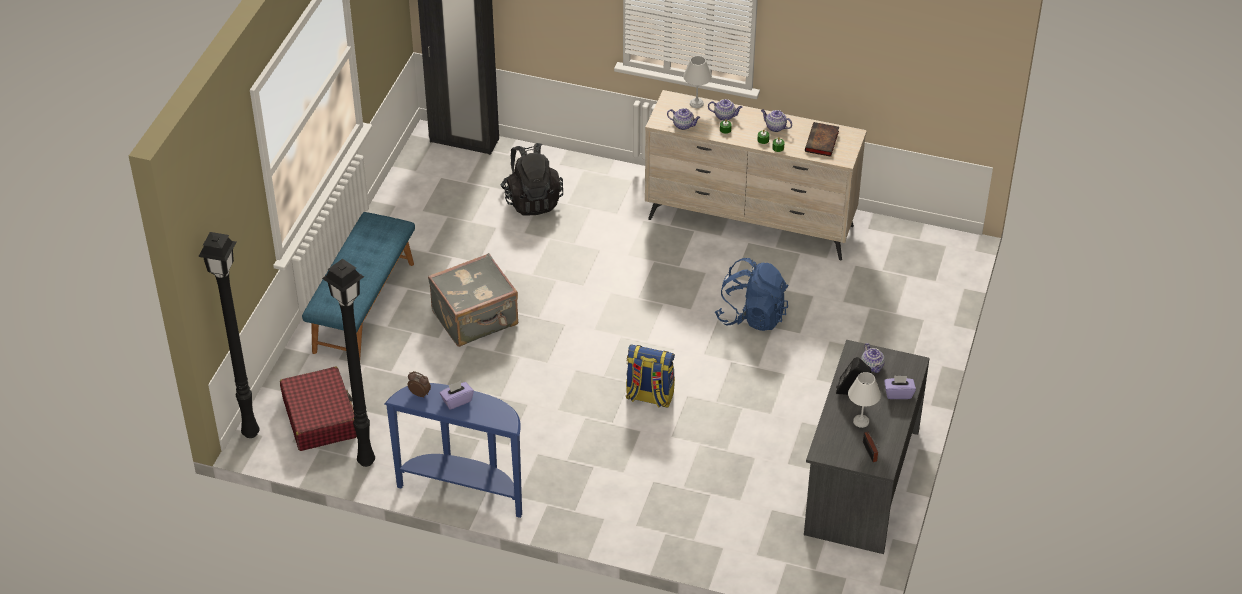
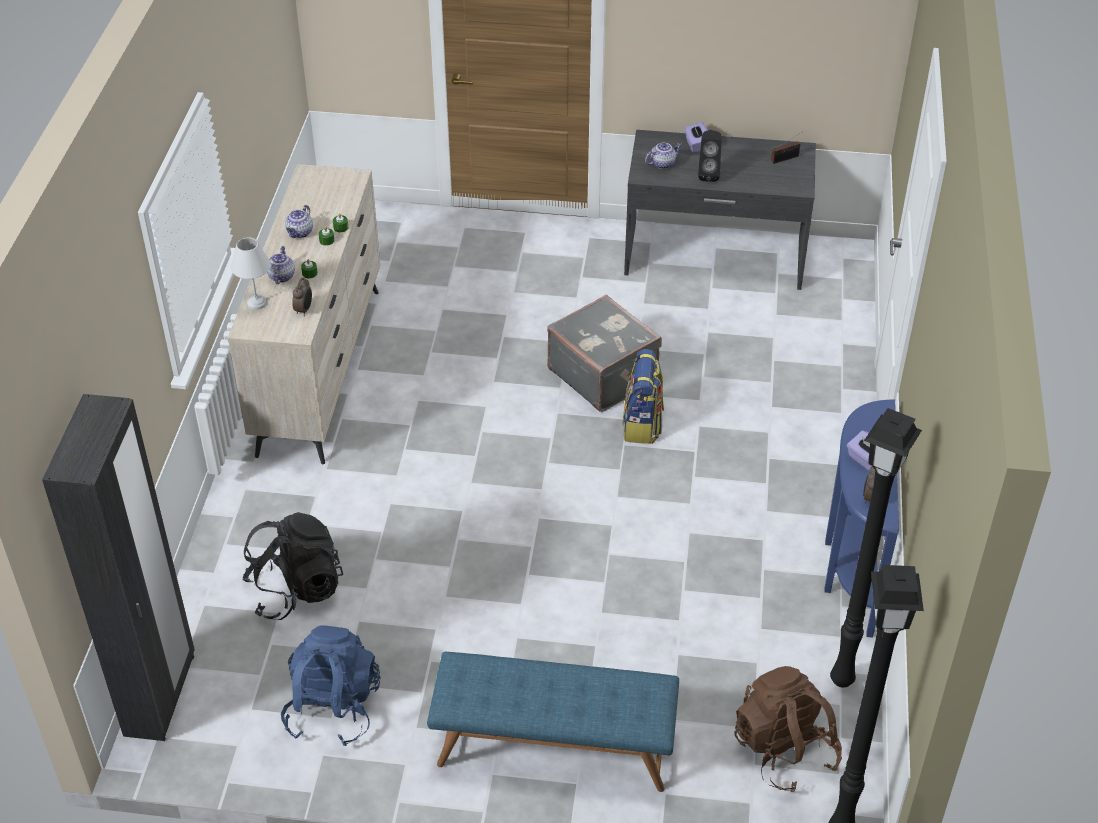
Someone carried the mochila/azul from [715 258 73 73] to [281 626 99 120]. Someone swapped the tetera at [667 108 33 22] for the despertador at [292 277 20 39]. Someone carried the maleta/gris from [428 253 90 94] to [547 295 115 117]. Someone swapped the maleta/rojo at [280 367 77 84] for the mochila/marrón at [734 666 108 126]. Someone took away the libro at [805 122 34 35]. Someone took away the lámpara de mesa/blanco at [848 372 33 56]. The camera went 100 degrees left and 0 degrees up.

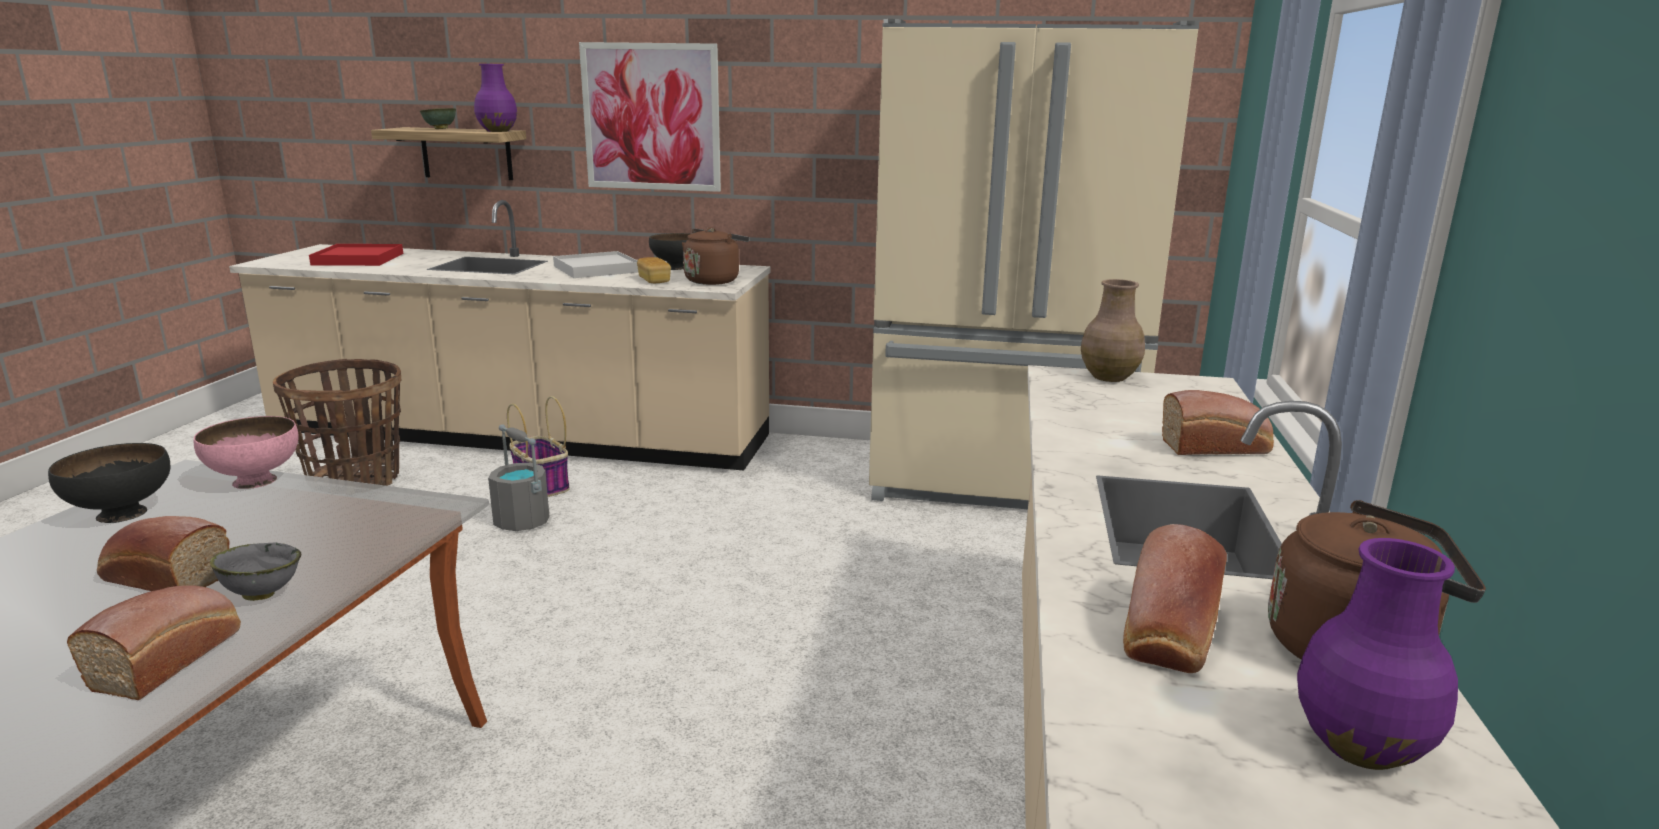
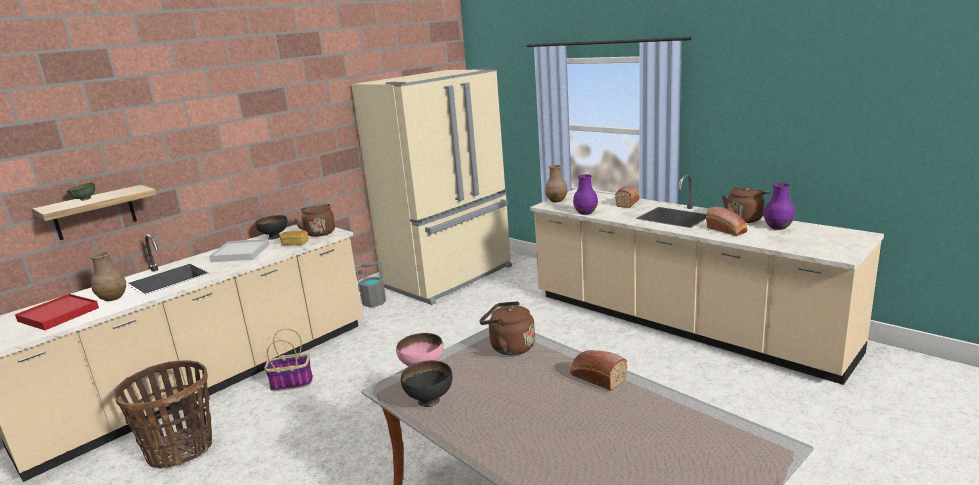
Someone put down the florero/marrón at [90 252 36 49]. Someone carried the cubo/gris from [488 424 62 107] to [355 261 31 46]. Someone put down the hervidor/marrón at [479 301 56 54]. Someone carried the florero/morado from [474 64 43 68] to [573 174 25 41]. Someone took away the pan at [97 516 132 75]. Someone took away the cuenco/gris at [210 542 92 59]. Someone took away the cuadro at [579 42 142 150]. The camera went 55 degrees left and 0 degrees up.

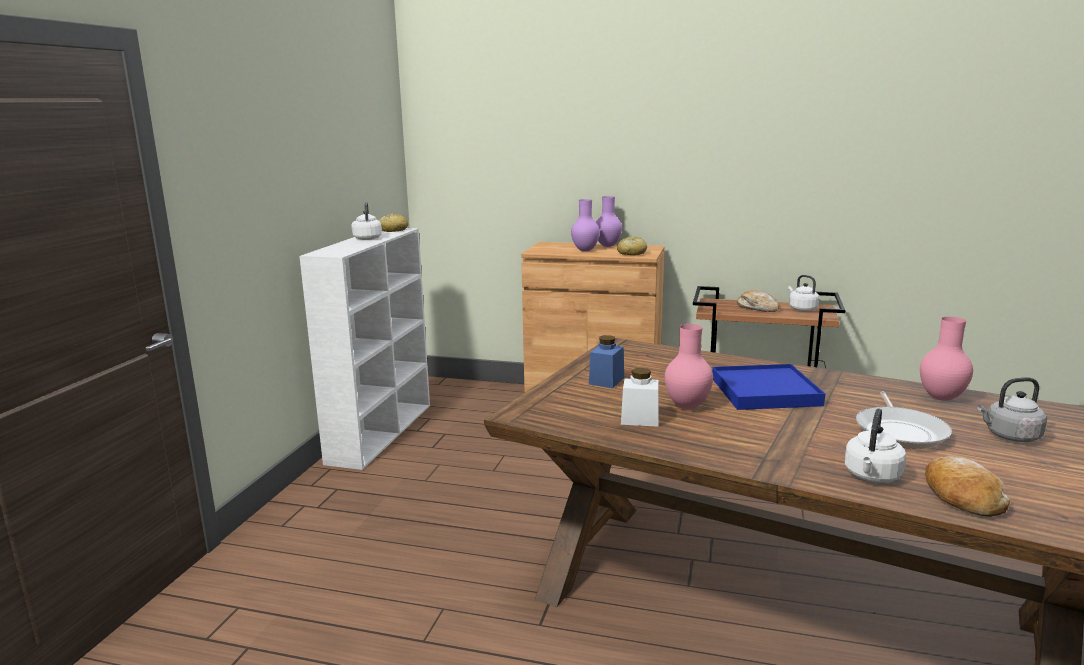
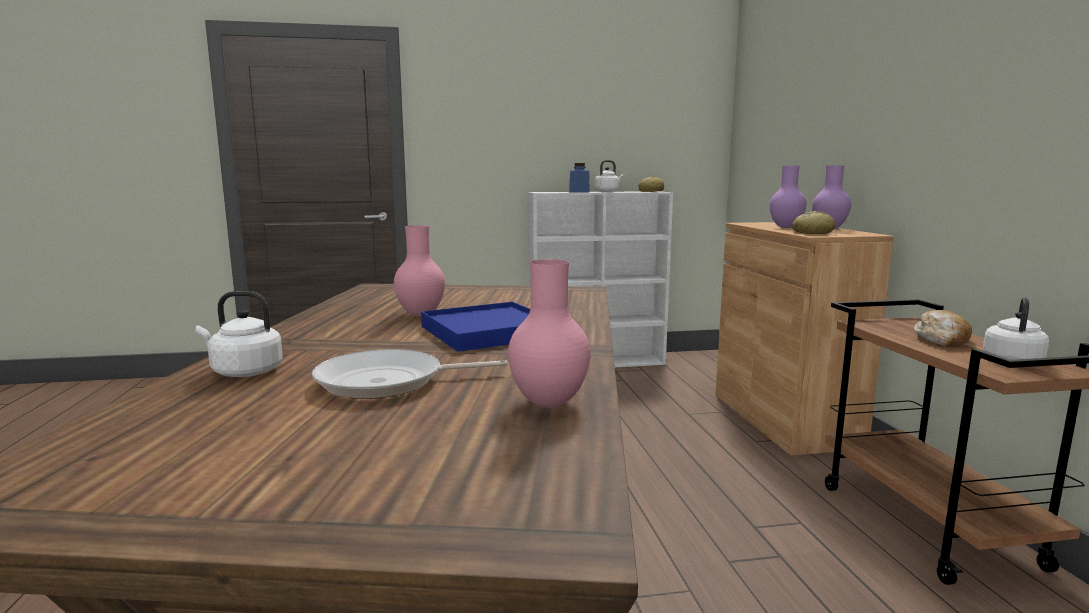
Someone carried the tarro/azul from [589 335 35 53] to [569 163 21 29]. Someone took away the tarro/blanco at [621 368 38 59]. Someone took away the pan at [925 456 85 61]. Someone took away the hervidor/gris at [977 377 70 65]. The camera went 65 degrees right and 5 degrees down.

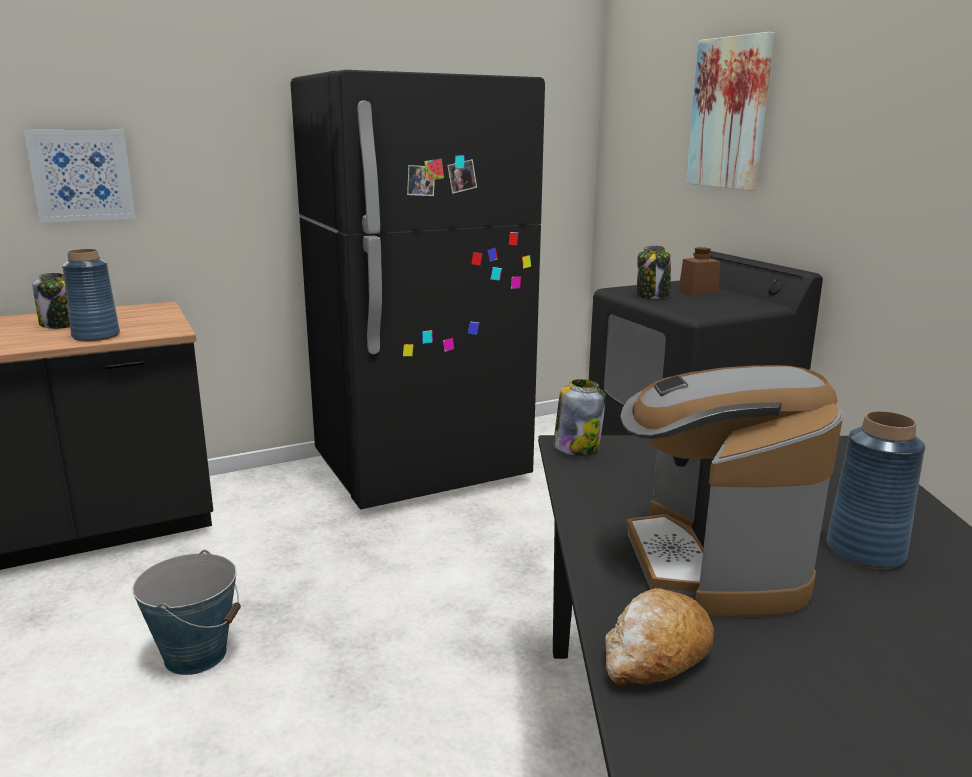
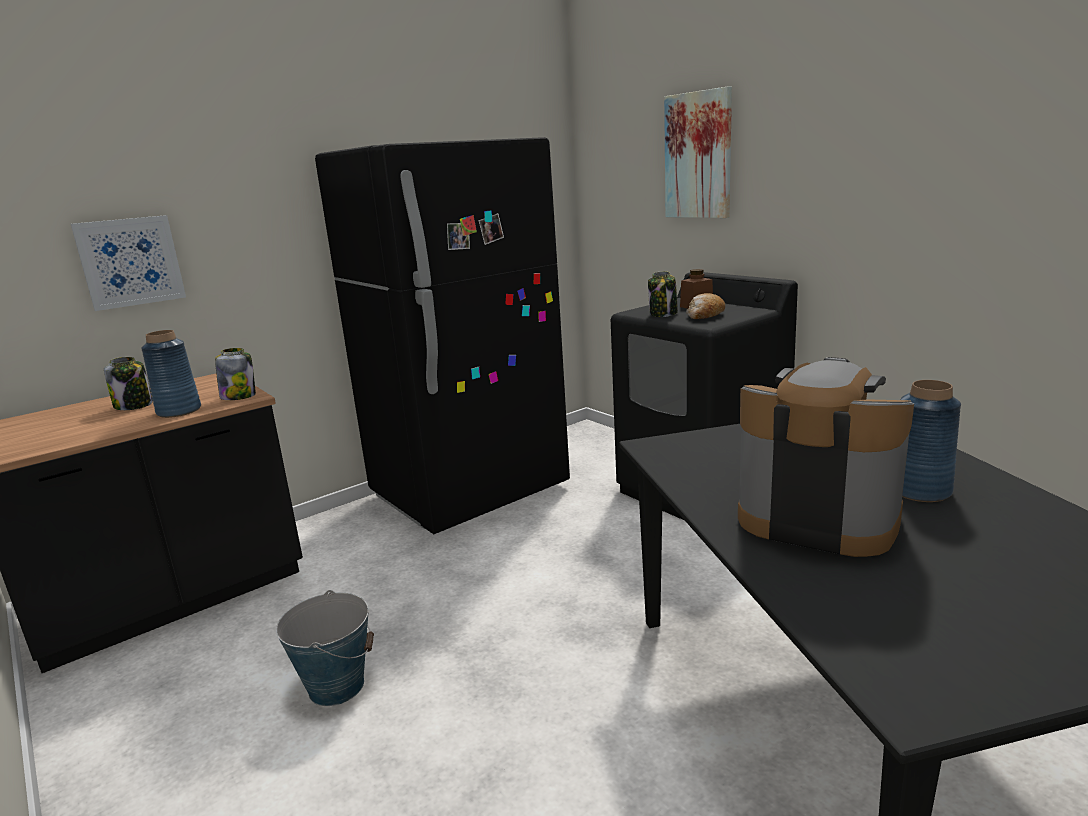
Someone carried the tarro from [553 379 53 77] to [215 348 41 52]. Someone carried the pan from [605 588 109 97] to [686 293 39 26]. Someone rotated the cafetera at [620 365 224 252] by 135 degrees clockwise. The camera went 10 degrees left and 0 degrees up.

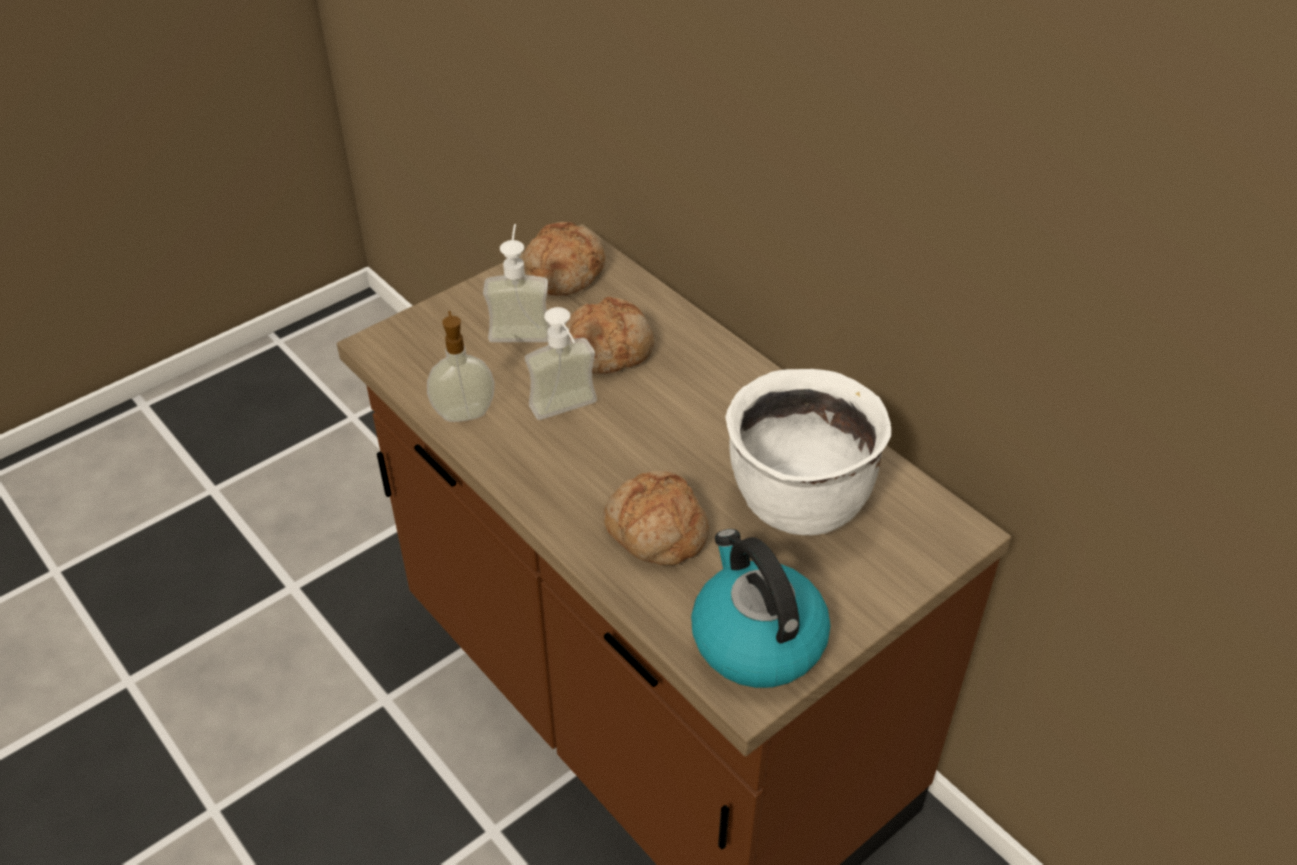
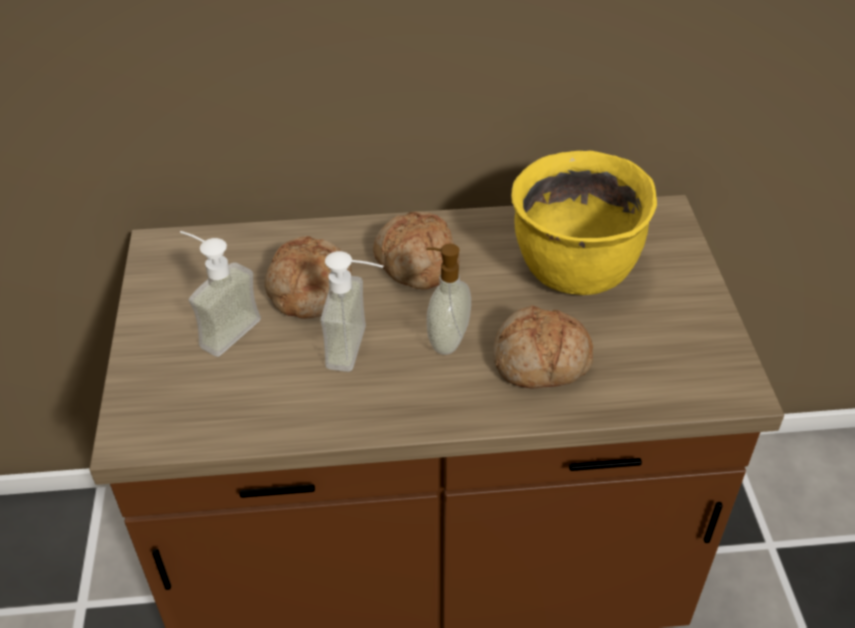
Someone carried the pan from [523 222 83 74] to [373 211 87 79]. Someone carried the dispensador de jabón from [427 311 68 111] to [426 244 45 111]. Someone repainted the olla/blanco at [725 369 166 167], which became the olla/amarillo at [511 150 146 145]. Someone took away the hervidor at [691 529 139 159]. The camera went 55 degrees left and 0 degrees up.

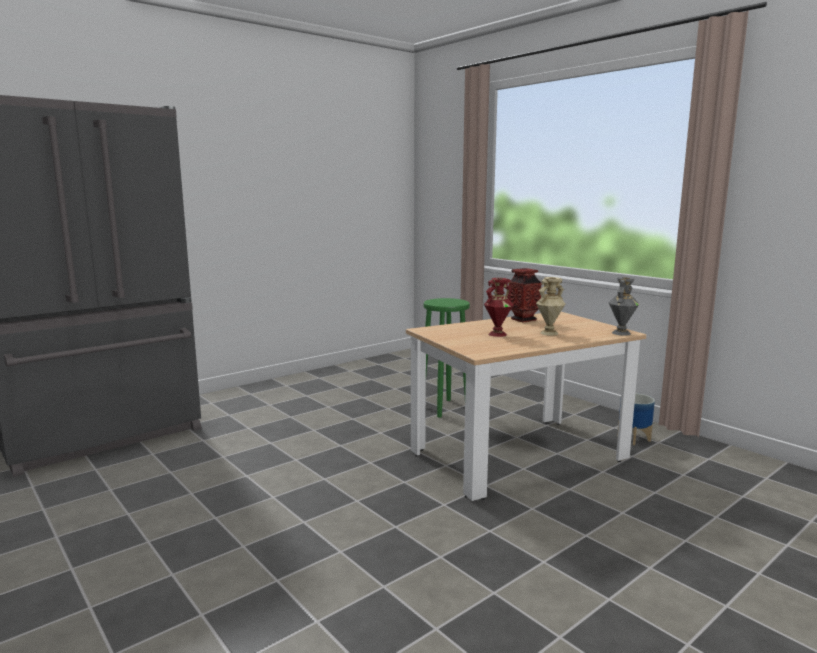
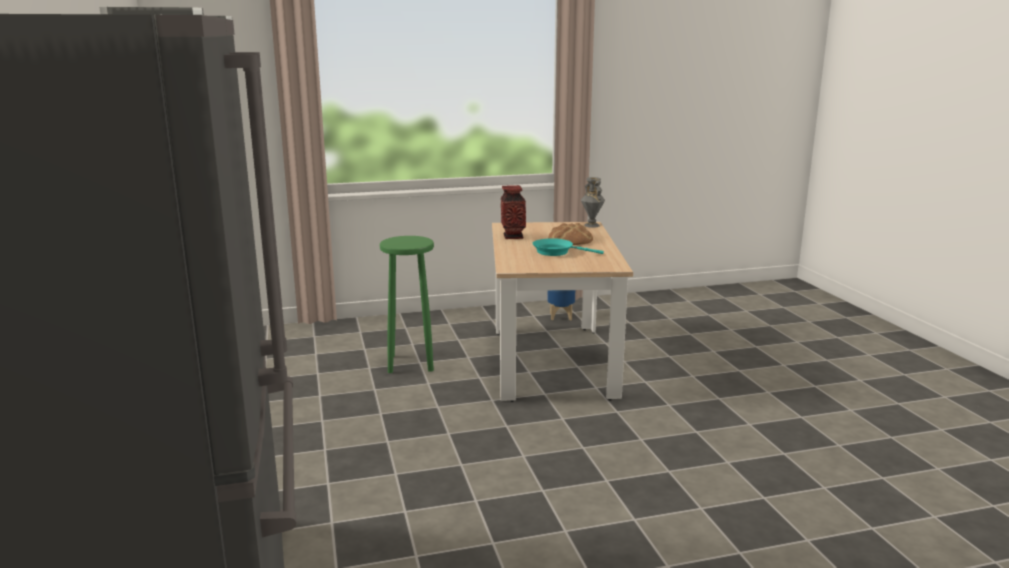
Someone swapped the florero/rojo at [484 278 29 59] for the sartén/turquesa at [533 238 71 18]. Someone swapped the florero/beis at [536 277 29 58] for the pan at [548 223 45 22]. The camera went 65 degrees left and 5 degrees up.

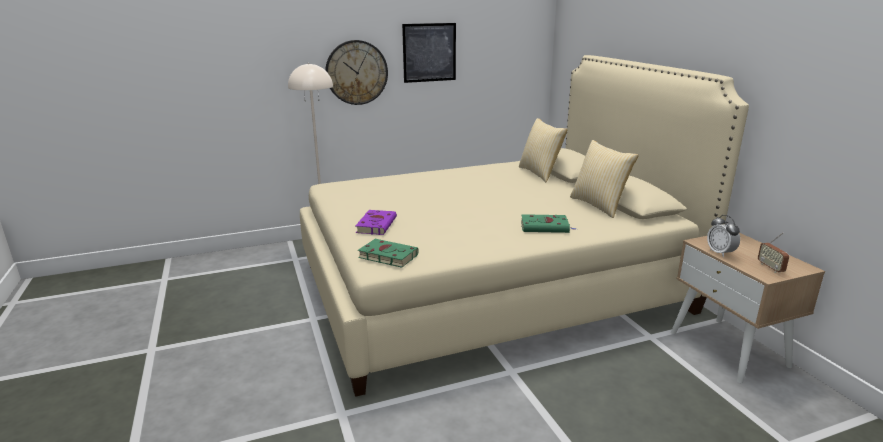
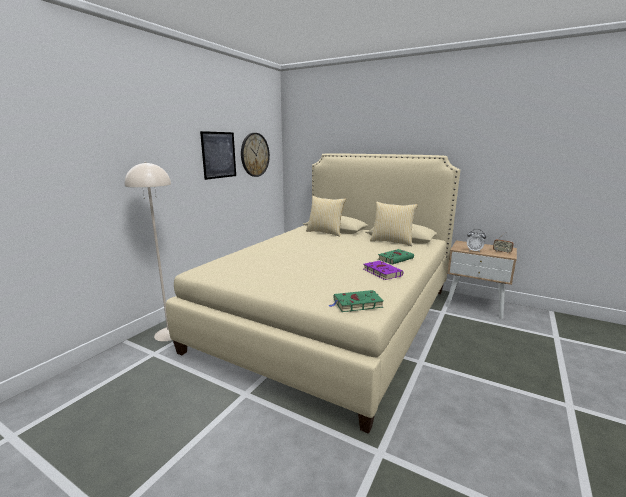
Someone carried the reloj de pared from [325 40 63 65] to [241 133 29 44]. Someone carried the libro/morado from [356 210 41 25] to [364 261 39 19]. The camera went 40 degrees left and 5 degrees down.

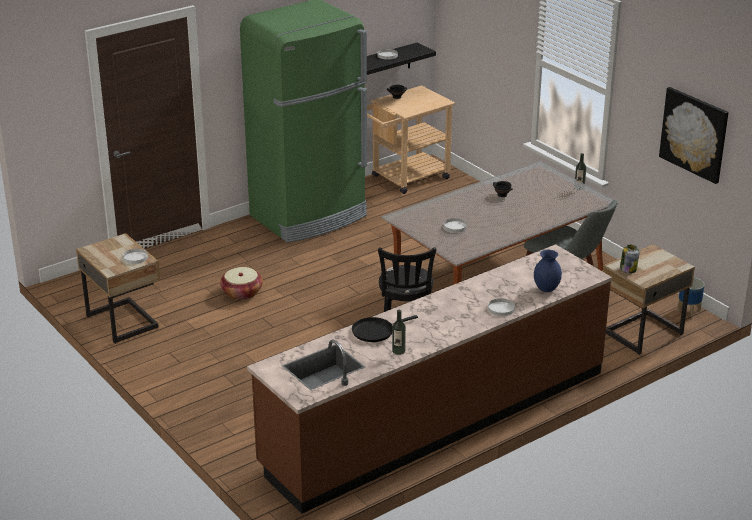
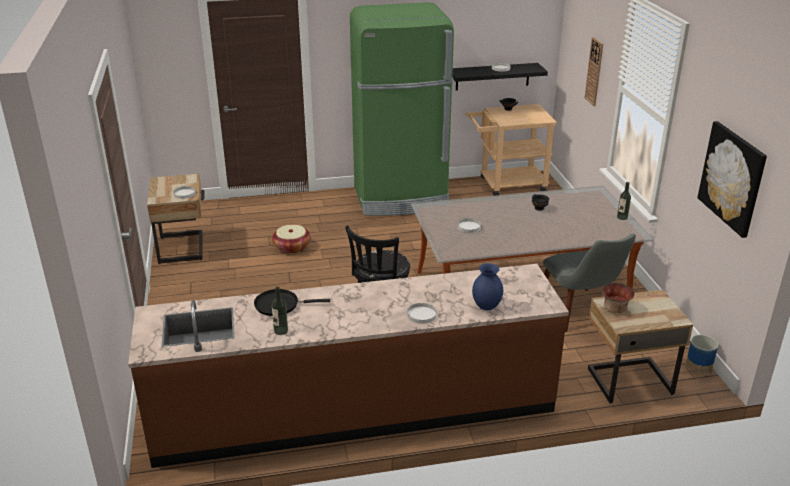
Someone put up the reloj de pared at [585 37 18 69]. Someone swapped the tarro at [620 245 20 28] for the cuenco at [602 283 33 30]. The camera went 25 degrees right and 0 degrees up.

